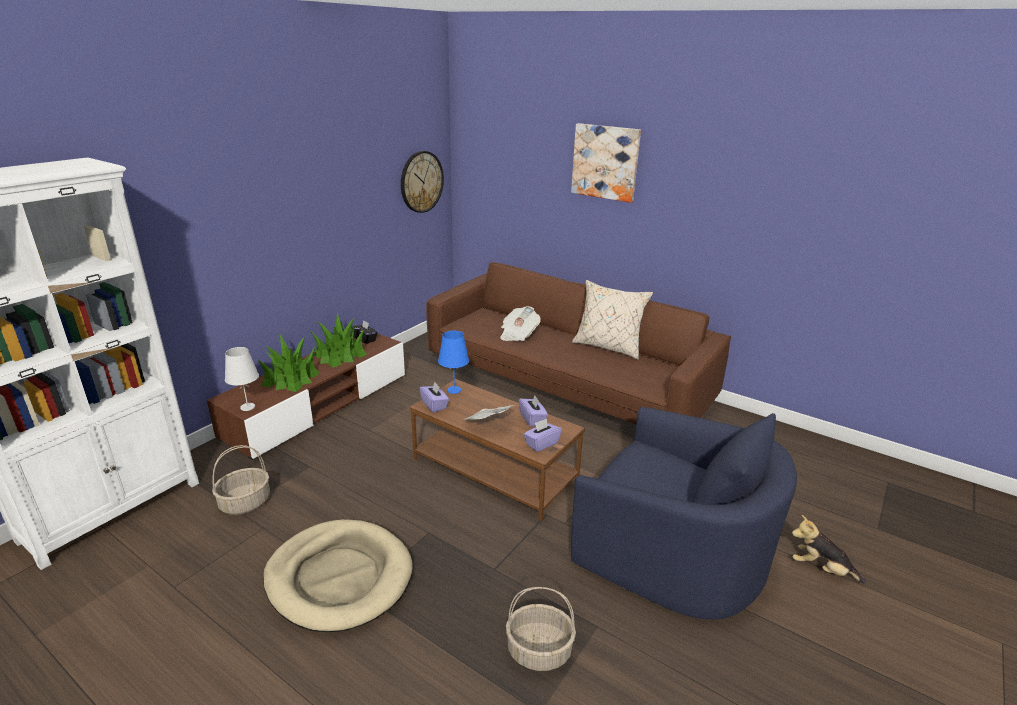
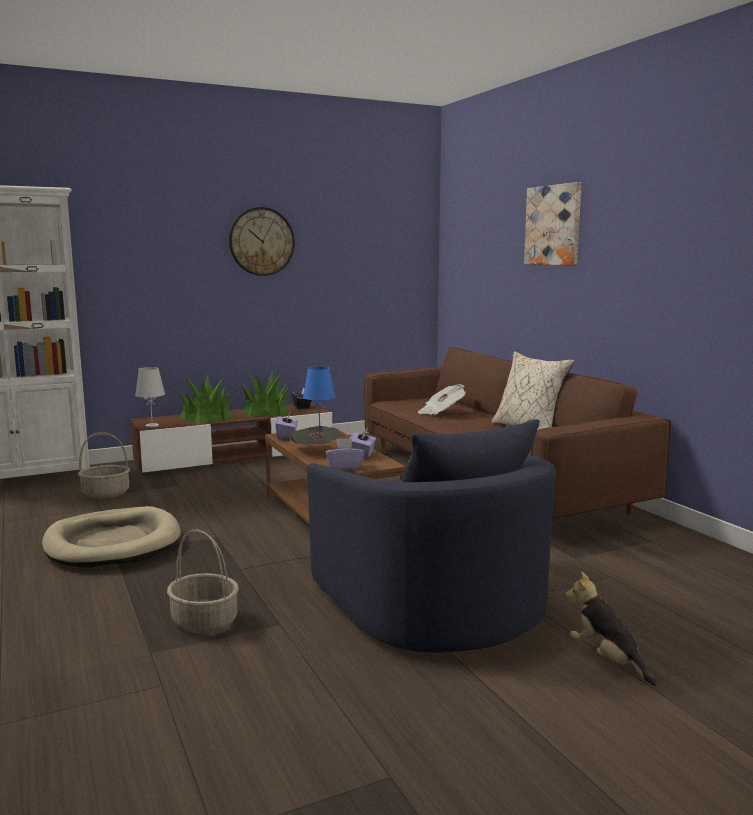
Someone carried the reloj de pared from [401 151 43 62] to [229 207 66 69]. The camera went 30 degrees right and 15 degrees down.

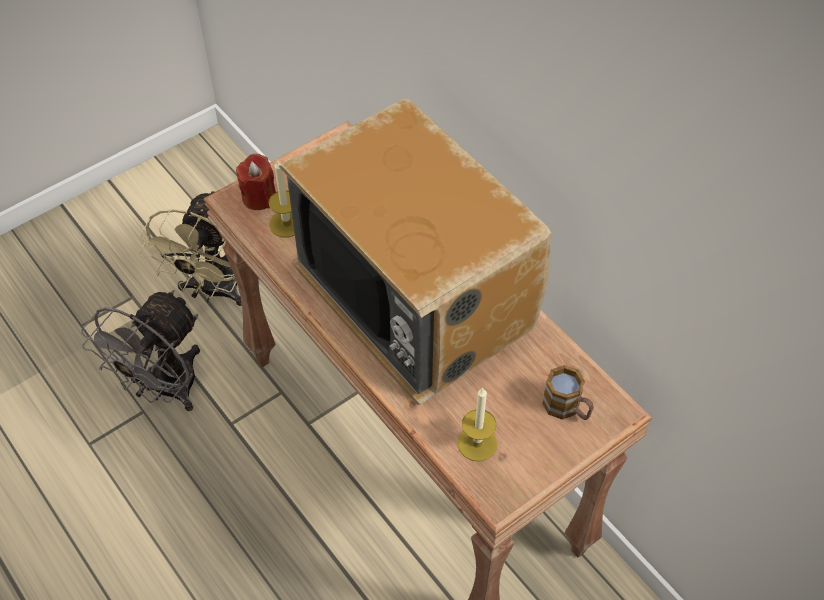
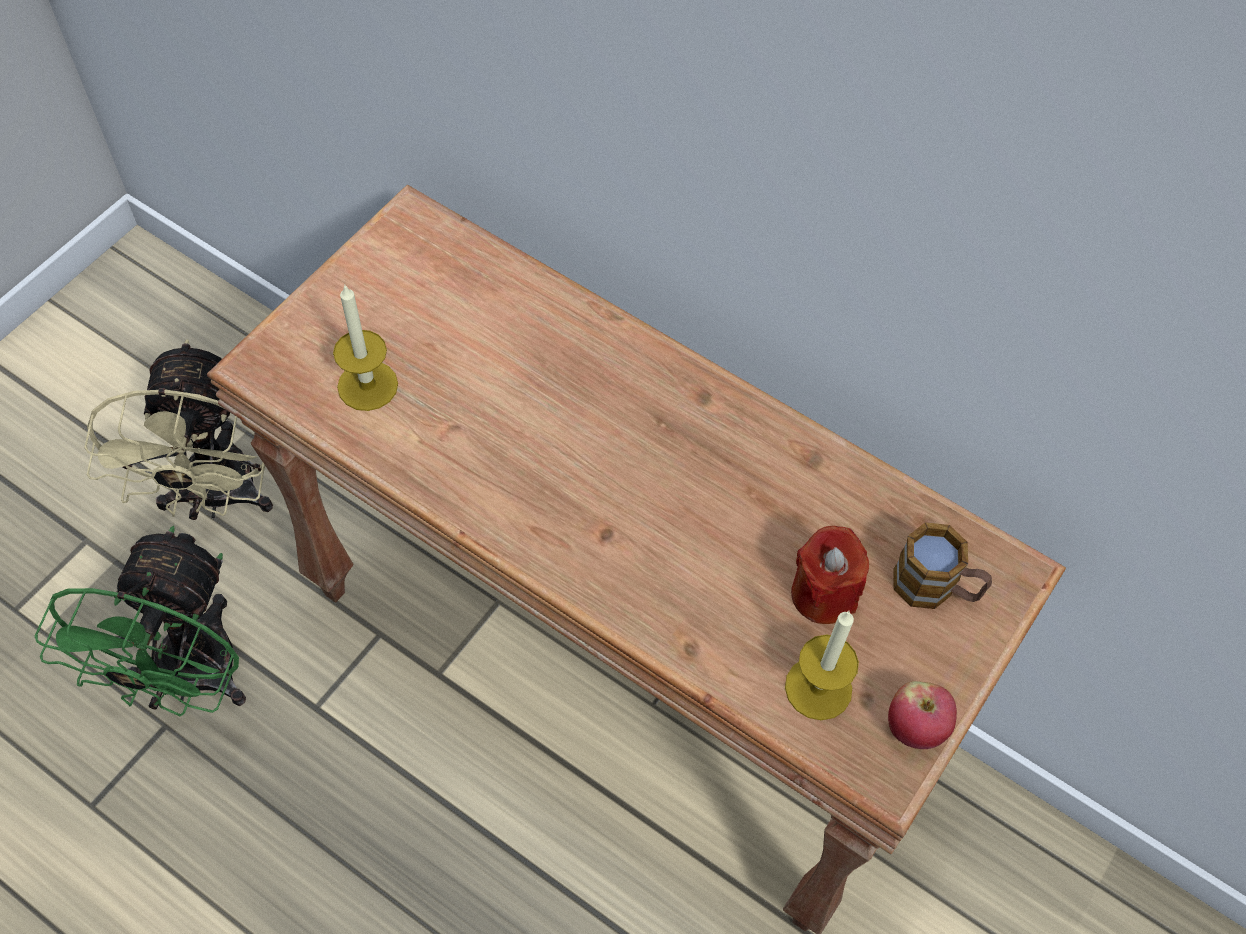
Someone repainted the ventilador/gris at [81 290 119 121], which became the ventilador/verde at [35 526 211 190]. Someone carried the vela/rojo from [236 154 40 56] to [791 526 78 98]. Someone put down the manzana at [888 681 69 68]. Someone took away the televisor at [279 99 272 306]. The camera went 20 degrees left and 5 degrees up.

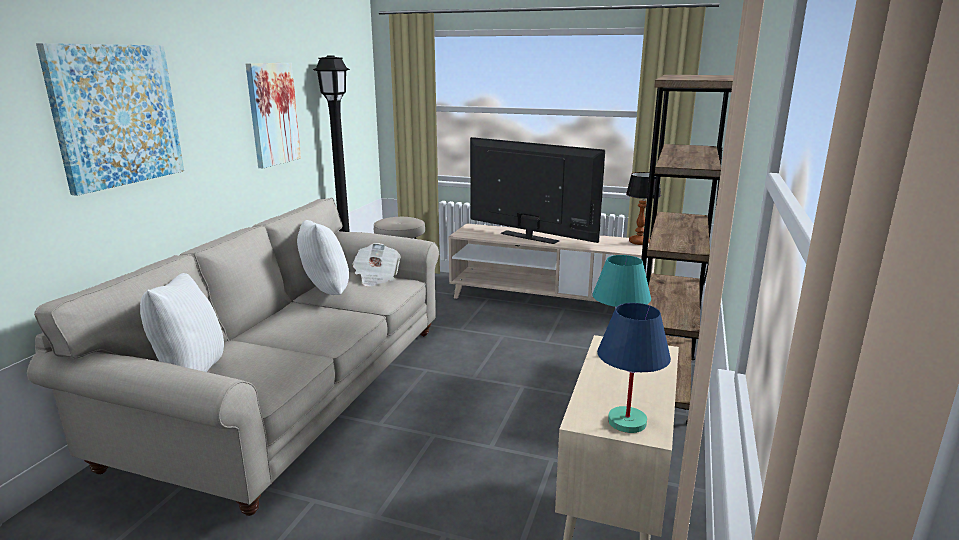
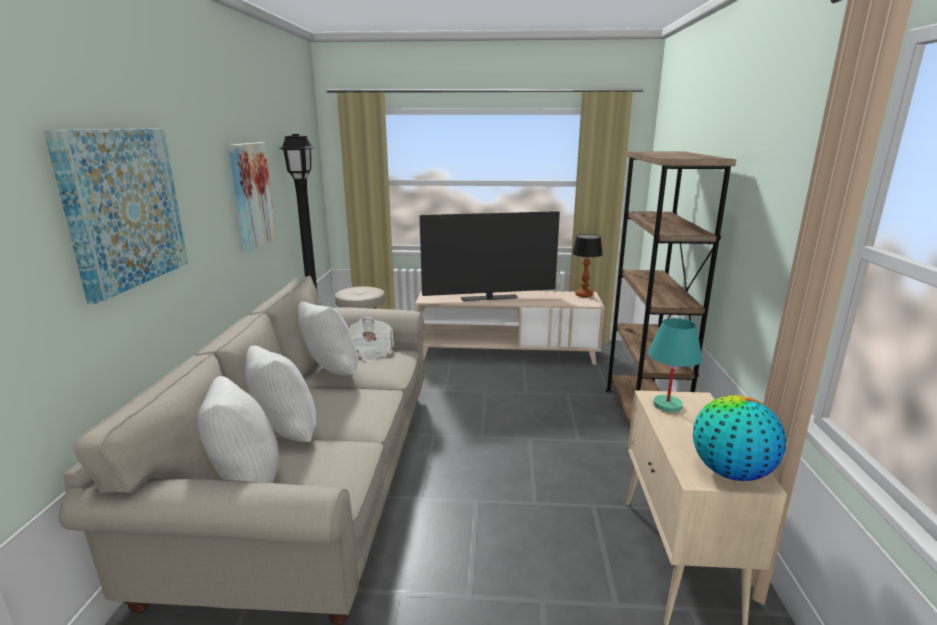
Someone put down the cojín/blanco at [245 346 71 96]. Someone rotated the televisor at [470 137 135 107] by 150 degrees clockwise. Someone swapped the lámpara de mesa/azul at [597 303 74 130] for the globo terráqueo at [693 395 93 86]. The camera went 15 degrees left and 0 degrees up.

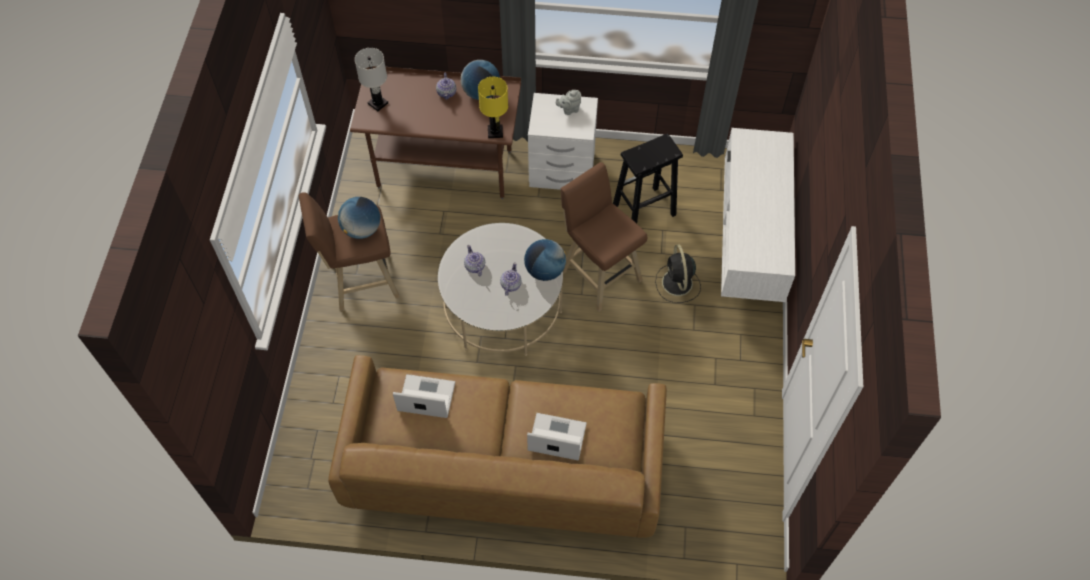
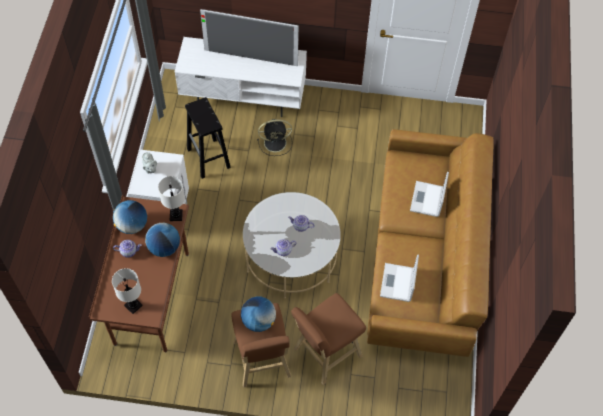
Someone carried the globo terráqueo from [524 239 42 42] to [145 223 35 34]. Someone repainted the lámpara de mesa/amarillo at [478 77 30 61], which became the lámpara de mesa/blanco at [158 176 27 45]. Someone put down the televisor at [200 9 99 57]. Someone carried the taburete/marrón from [560 162 87 150] to [291 293 75 92]. The camera went 90 degrees left and 0 degrees up.

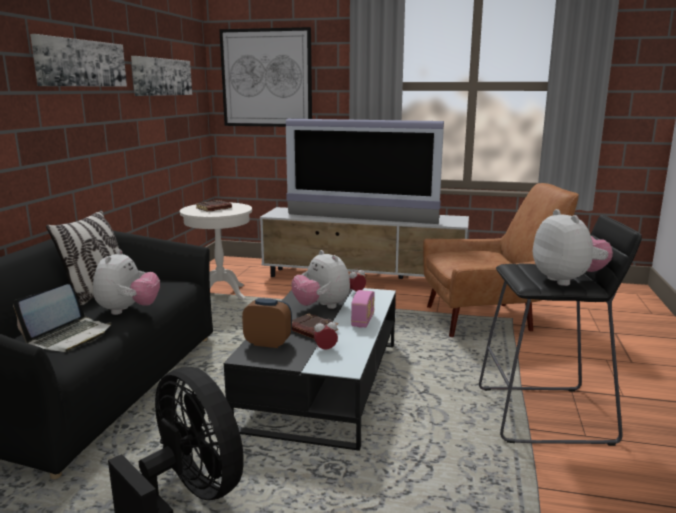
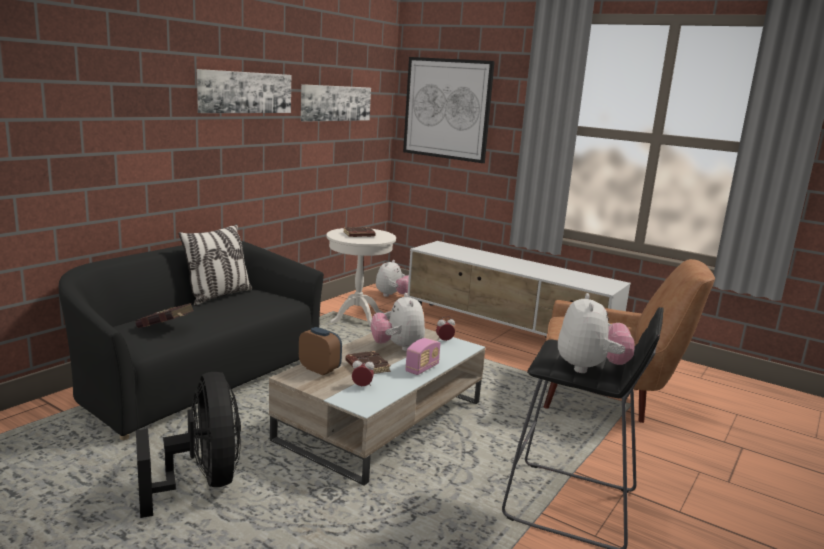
Someone swapped the portátil at [13 284 99 68] for the libro/rojo at [136 303 58 25]. Someone repainted the mesa de centro/negro at [224 288 172 163], which became the mesa de centro/beis at [269 328 216 157]. Someone carried the peluche from [93 249 67 66] to [376 260 33 37]. Someone took away the televisor at [286 119 158 105]. The camera went 20 degrees right and 0 degrees up.

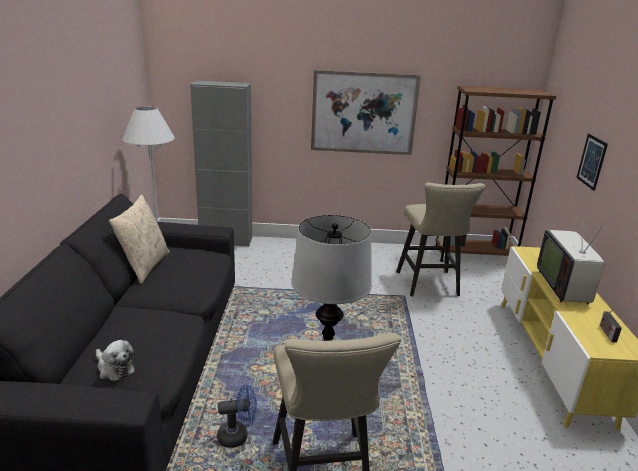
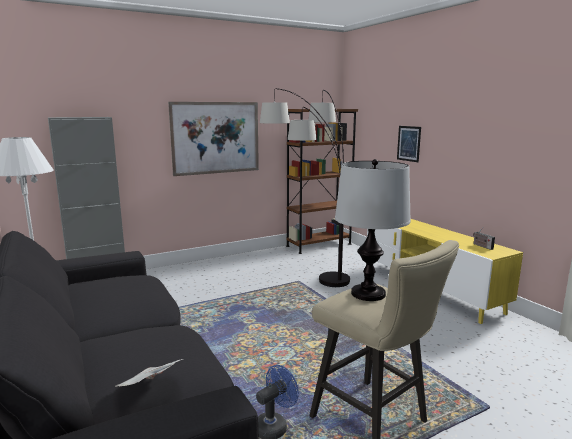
Someone swapped the peluche at [96 340 39 41] for the periódico at [115 359 68 28]. Someone swapped the taburete/beis at [396 183 90 113] for the lámpara de pie at [260 88 90 199]. Someone took away the cojín/beis at [109 195 61 89]. Someone took away the televisor at [537 211 68 94]. The camera went 30 degrees left and 10 degrees down.

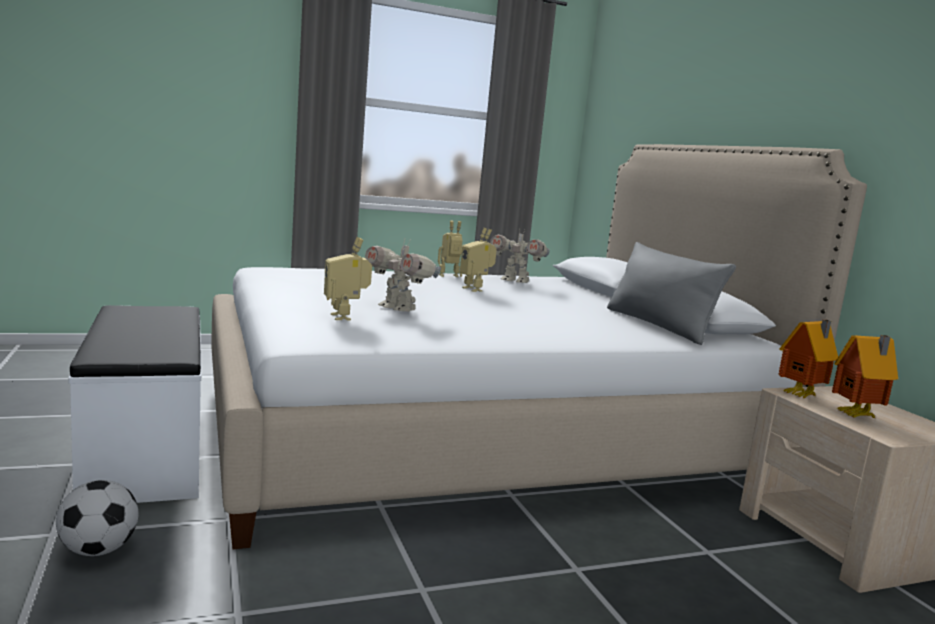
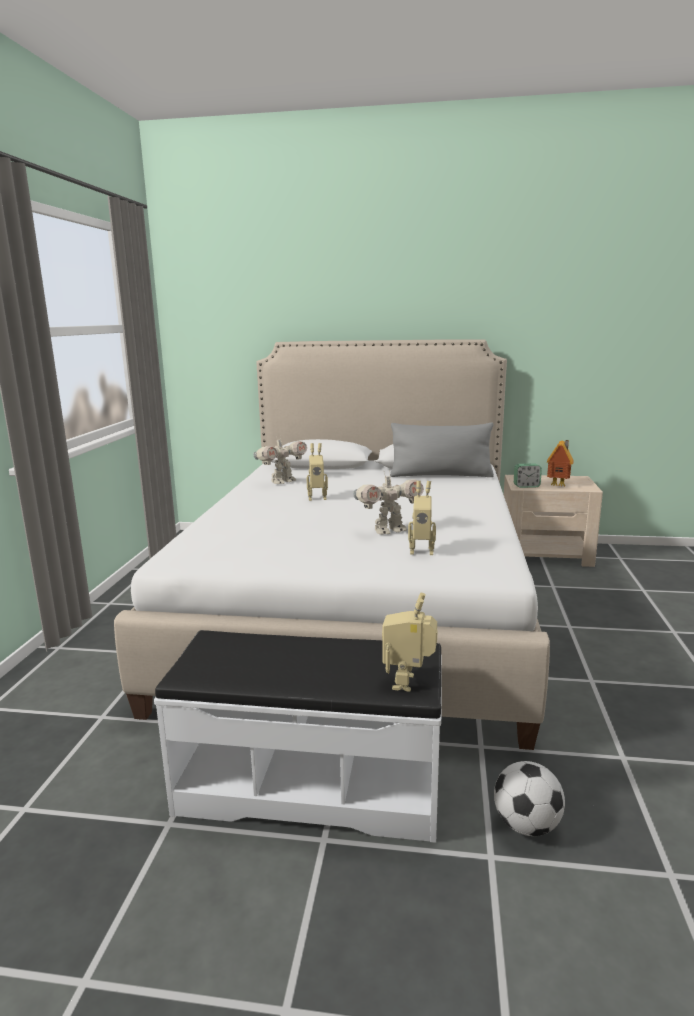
Someone carried the robot de juguete from [438 220 24 57] to [382 593 56 99]. Someone swapped the casita at [778 320 60 78] for the despertador at [514 463 28 25]. The camera went 60 degrees left and 5 degrees up.

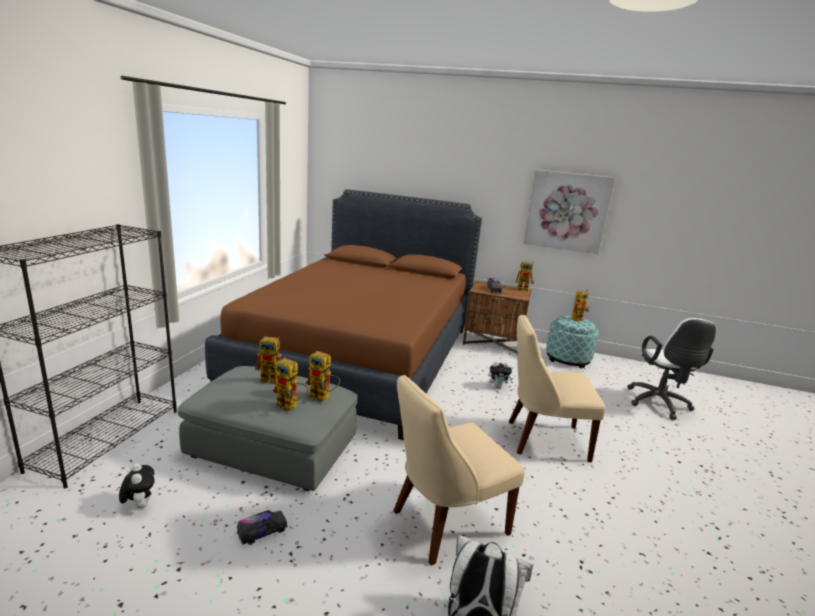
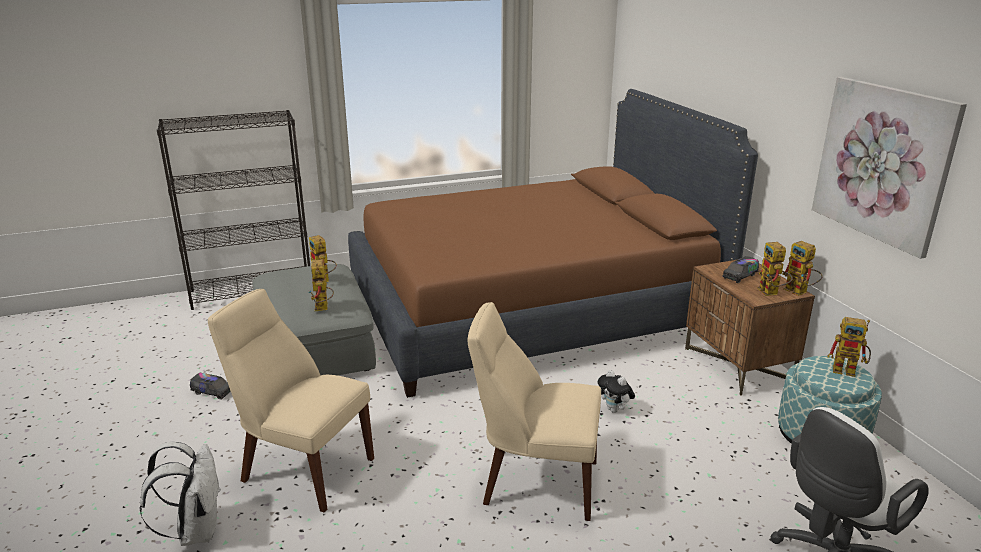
Someone rotated the silla/beis at [509 315 97 147] by 45 degrees counterclockwise. Someone carried the robot de juguete from [272 358 36 54] to [757 242 36 54]. Someone took away the peluche at [119 463 36 45]. The camera went 55 degrees right and 5 degrees up.

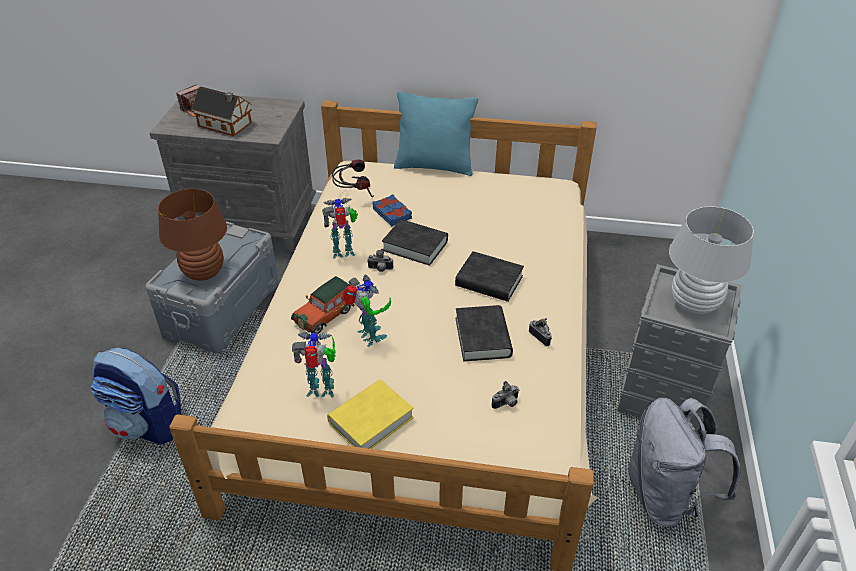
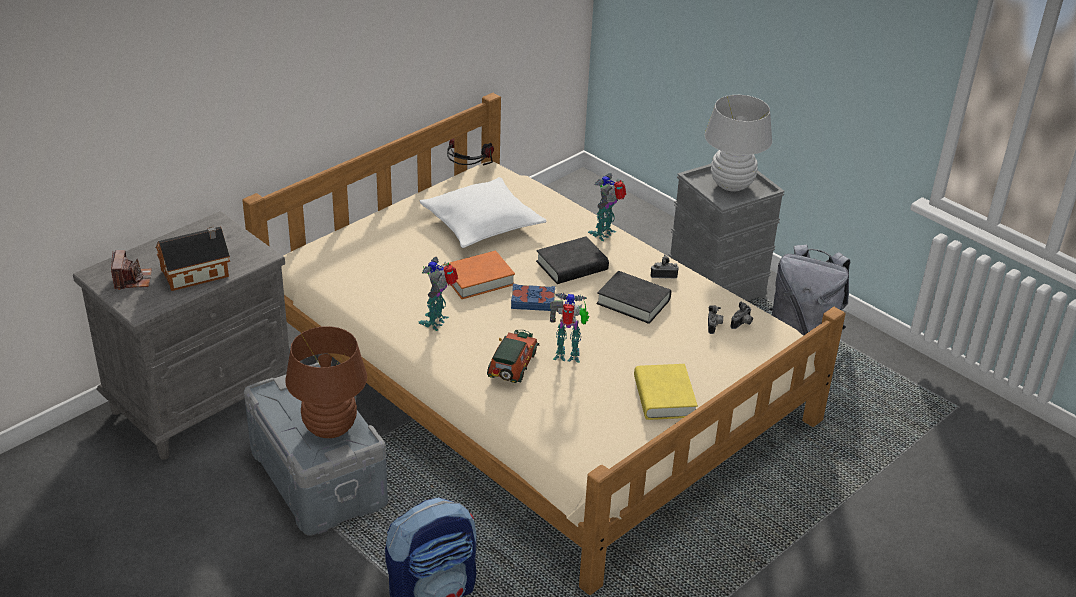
Someone put down the cojín/blanco at [420 177 126 71]. Someone repainted the libro/negro at [382 219 66 47], which became the libro/naranja at [443 251 72 48]. Someone carried the auriculares from [332 160 42 37] to [447 138 47 28]. Someone rotated the coche de juguete at [291 276 63 58] by 150 degrees counterclockwise. Someone carried the libro/azul from [372 194 40 33] to [511 284 44 27]. Someone carried the robot de juguete from [292 332 44 65] to [588 173 38 68]. Someone carried the cámara from [367 249 26 23] to [730 301 23 28]. Someone took away the cojín/turquesa at [394 91 84 85]. The camera went 55 degrees left and 5 degrees down.

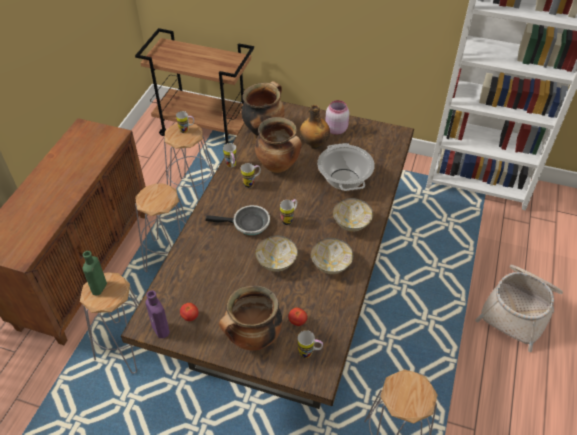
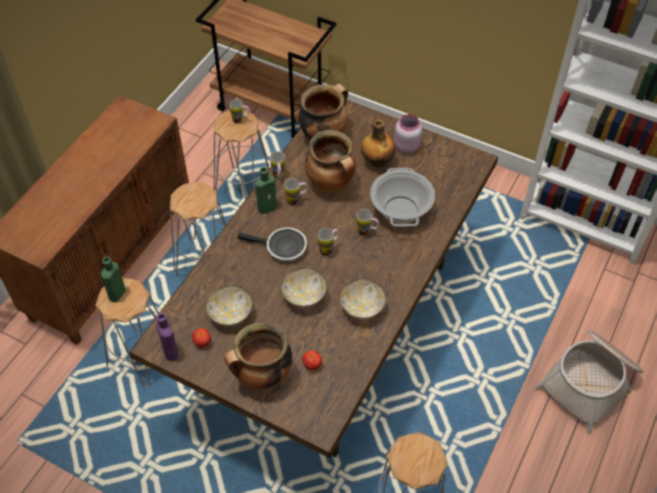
Someone carried the cuenco from [333 198 40 33] to [205 285 47 41]. Someone put down the botella/verde at [255 167 22 47]. Someone carried the taza grande from [298 330 25 28] to [357 209 22 27]. The camera went 10 degrees right and 5 degrees up.

